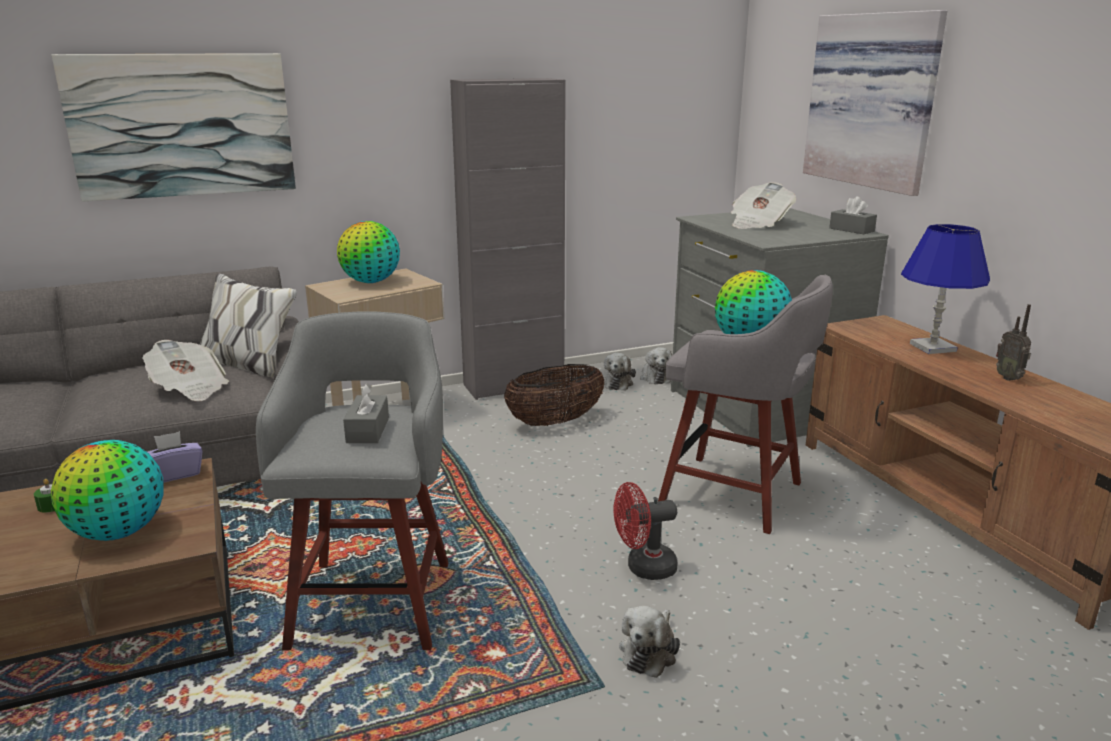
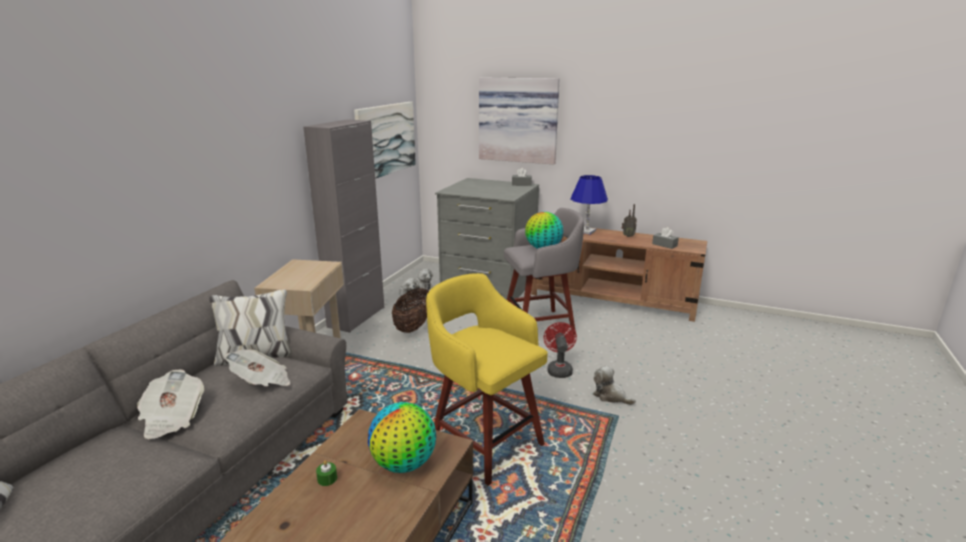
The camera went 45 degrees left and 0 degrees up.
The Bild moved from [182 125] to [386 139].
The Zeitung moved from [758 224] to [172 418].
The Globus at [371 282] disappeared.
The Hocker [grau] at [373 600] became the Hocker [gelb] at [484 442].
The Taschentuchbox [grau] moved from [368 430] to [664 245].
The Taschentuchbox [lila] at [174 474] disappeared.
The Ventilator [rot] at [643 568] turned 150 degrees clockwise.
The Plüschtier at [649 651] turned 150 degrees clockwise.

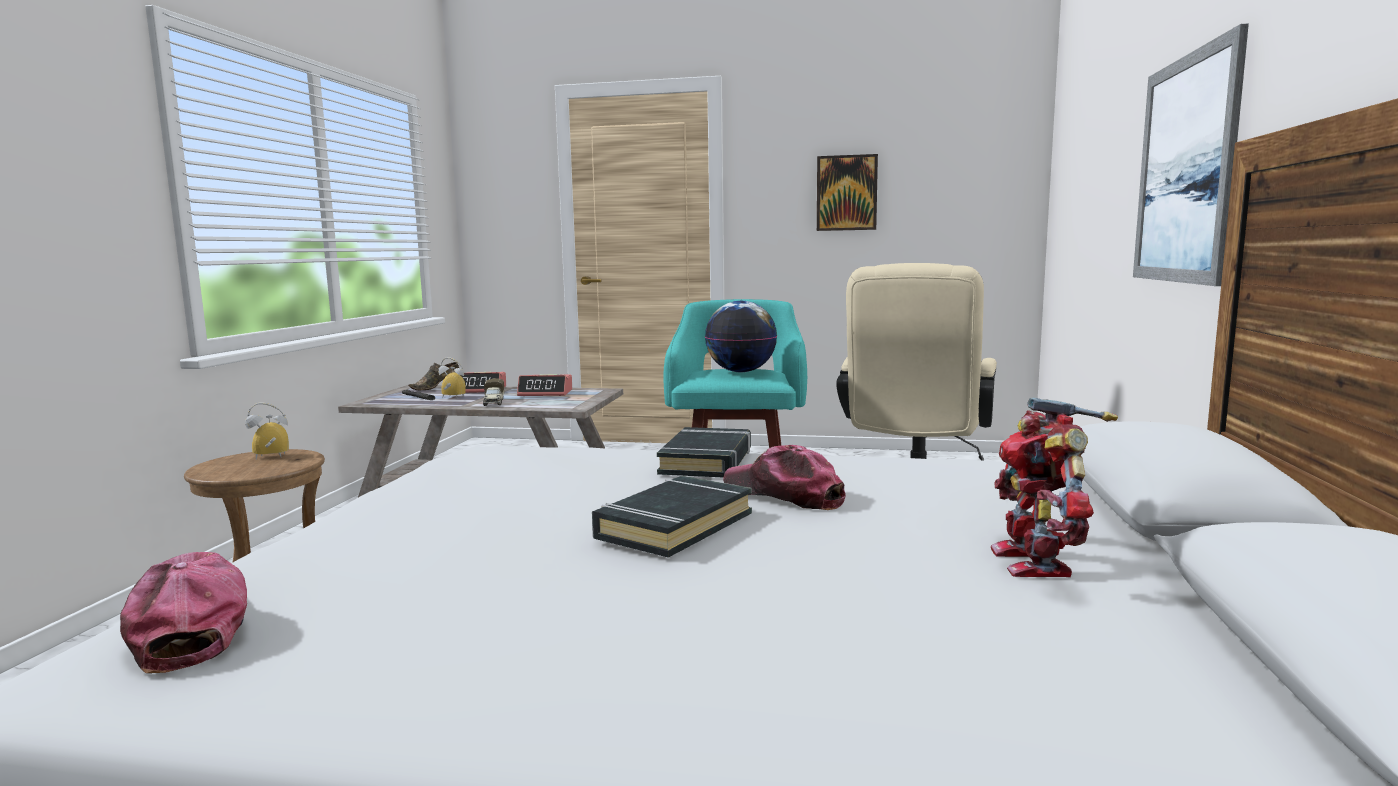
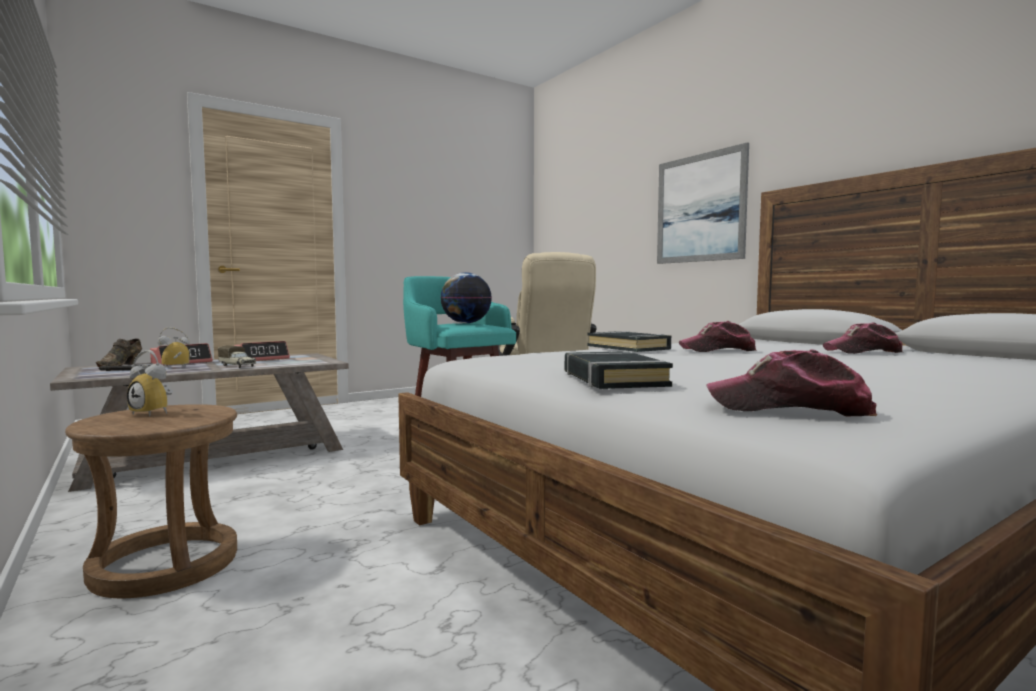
The camera went 45 degrees left and 5 degrees down.
The Bild at [846 193] disappeared.
The Spielzeugroboter at [1036 562] was replaced by the Kappe at [863 352].
The Wecker at [270 458] turned 90 degrees counterclockwise.
The Buch [schwarz] moved from [674 525] to [612 379].

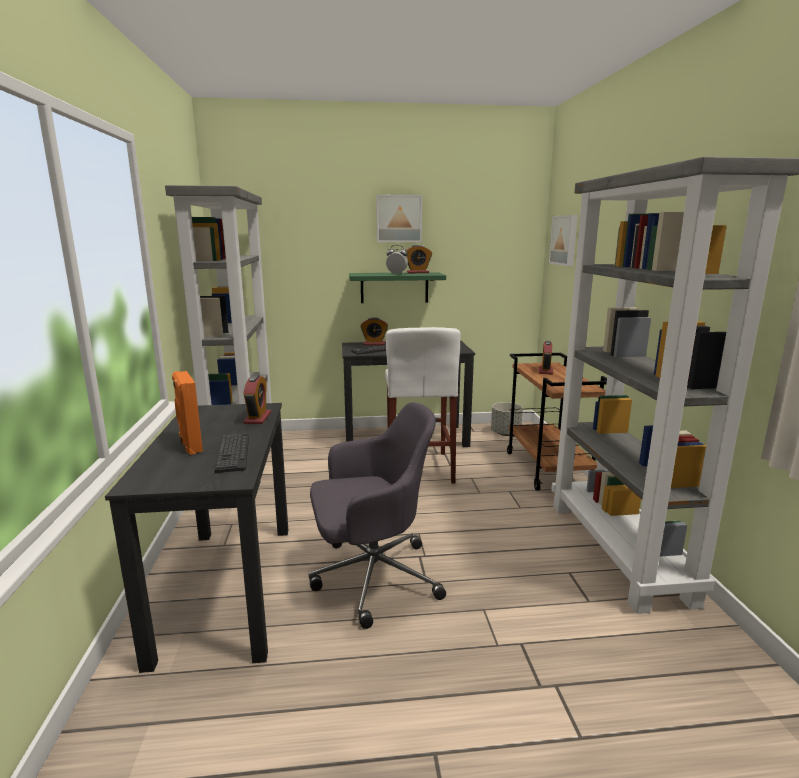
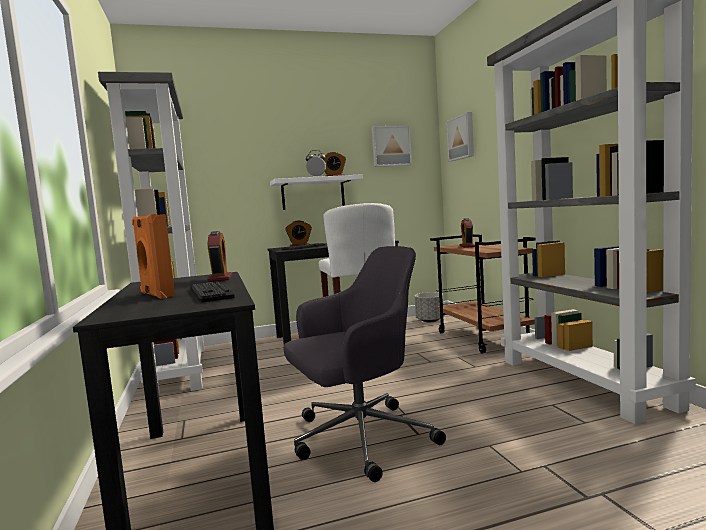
The camera went 10 degrees left and 10 degrees down.
The Bild moved from [398 219] to [391 146].
The Wandregal [grün] at [394 287] became the Wandregal [weiß] at [313 193].

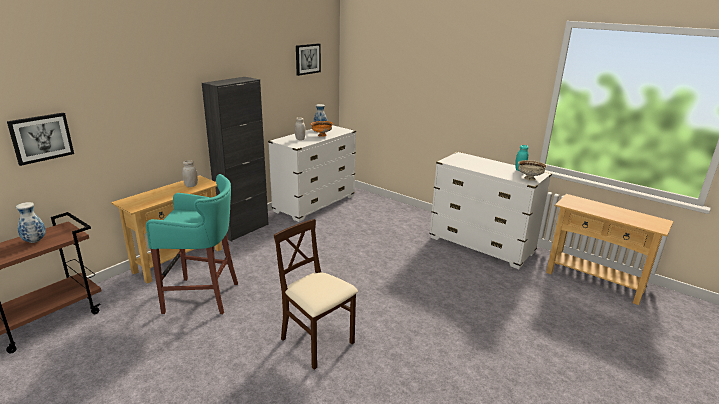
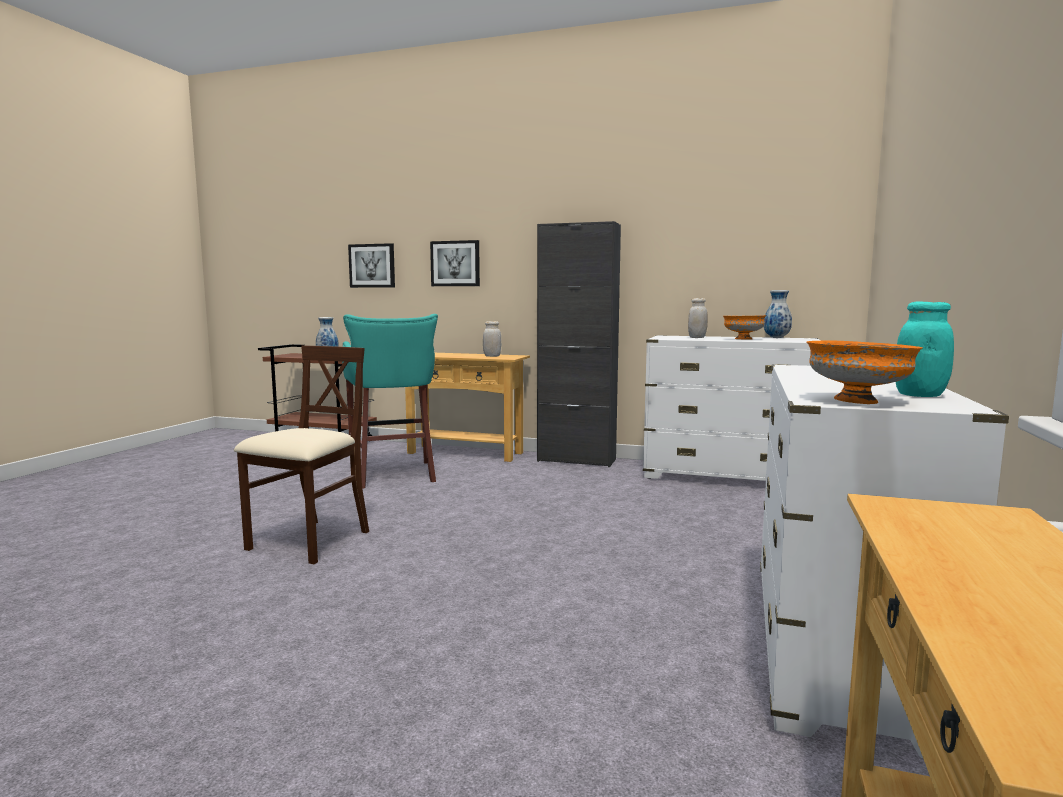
The camera went 70 degrees right and 15 degrees down.
The Bild moved from [307 59] to [455 263].
The Schüssel [beige] at [529 178] became the Schüssel [orange] at [857 401].

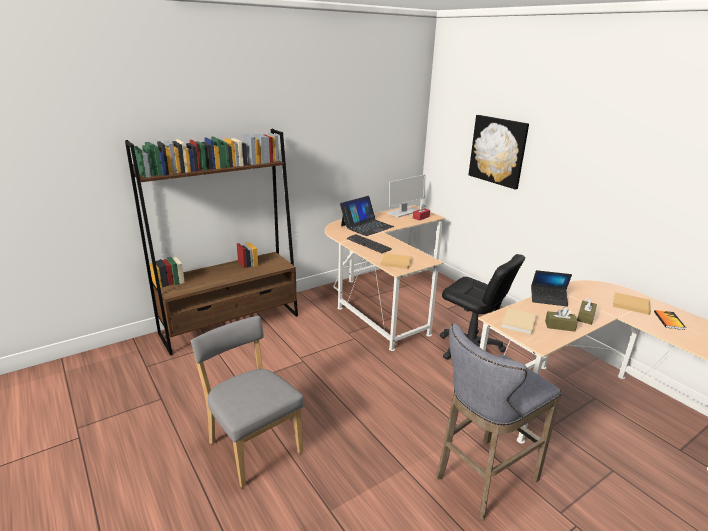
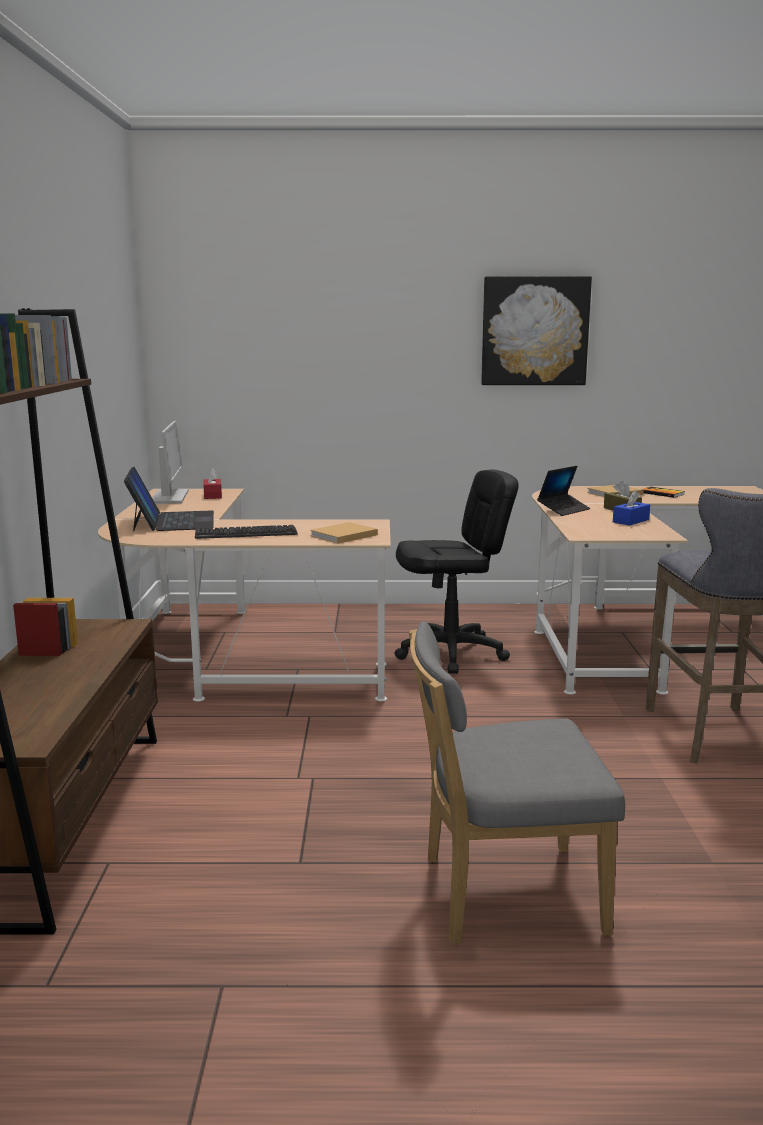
The camera went 55 degrees left and 10 degrees down.
The Bild moved from [498 151] to [534 331].
The Taschentuchbox [braun] at [559 326] became the Taschentuchbox [blau] at [630 521].
The Buch [beige] at [518 323] disappeared.

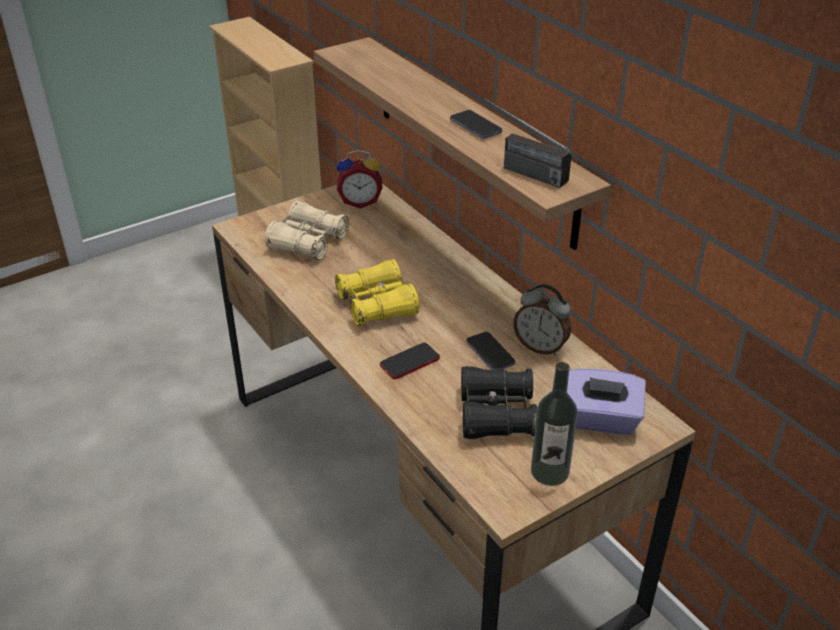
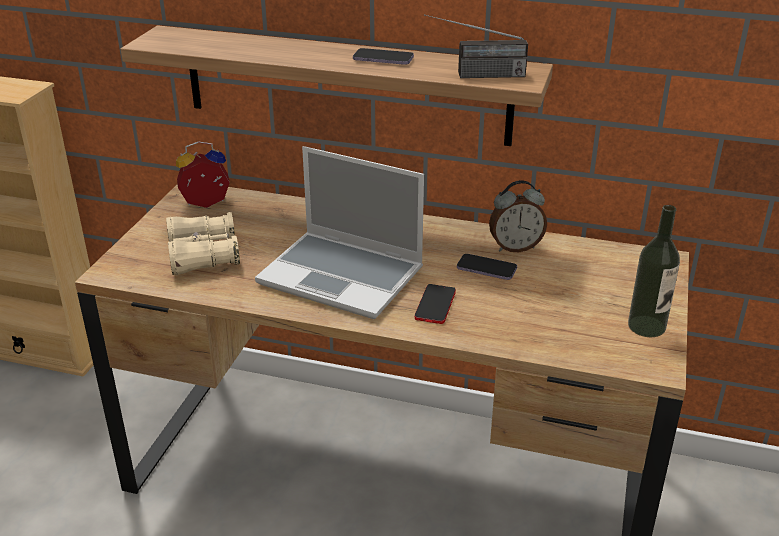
The camera went 40 degrees left and 5 degrees down.
The Wecker at [360 202] turned 150 degrees counterclockwise.
The Fernglas [gelb] at [377 305] was replaced by the Laptop at [343 276].
The Fernglas [schwarz] at [496 414] disappeared.
The Taschentuchbox [lila] at [600 420] disappeared.

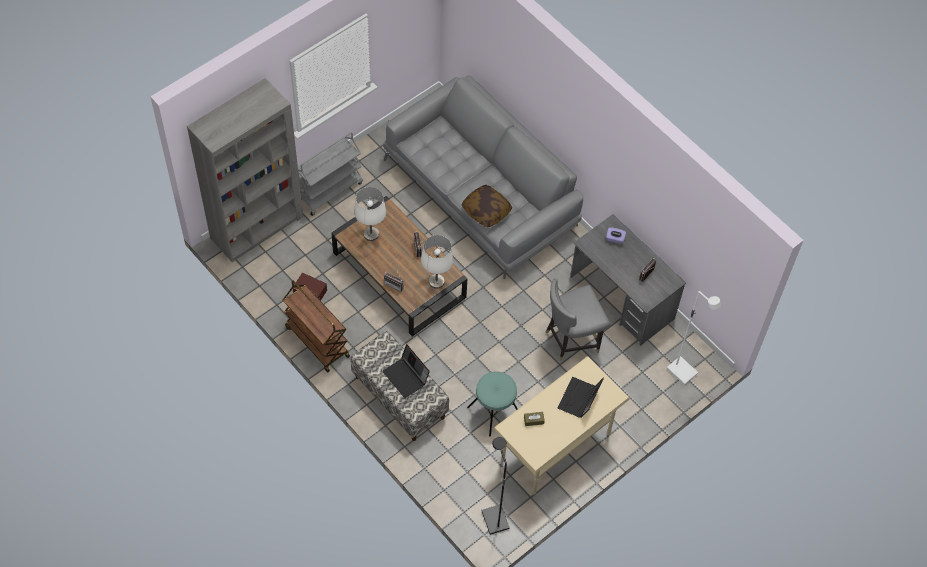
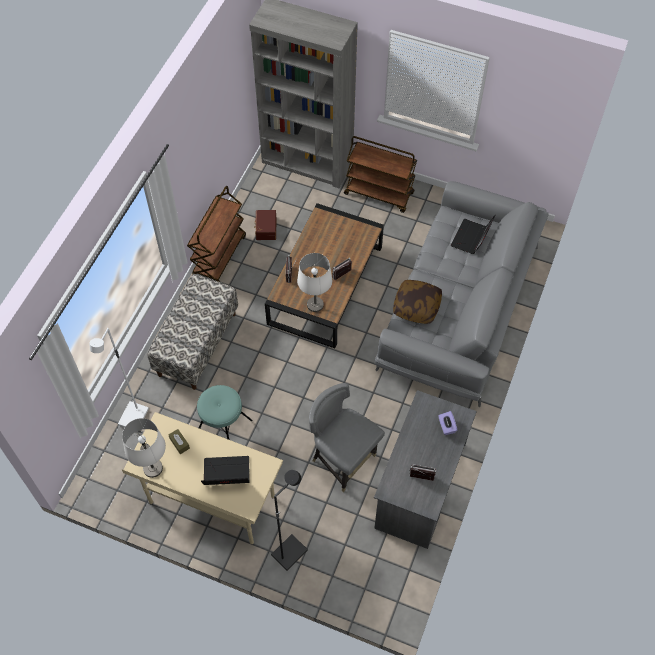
The camera went 65 degrees right and 0 degrees up.
The Rollwagen [grau] at [329 190] became the Rollwagen [braun] at [379 193].
The Tischlampe [weiß] moved from [371 234] to [152 468].
The Stehlampe [weiß] moved from [682 371] to [134 417].
The Laptop moved from [406 377] to [471 238].
The Stehlampe [schwarz] moved from [494 520] to [289 552].

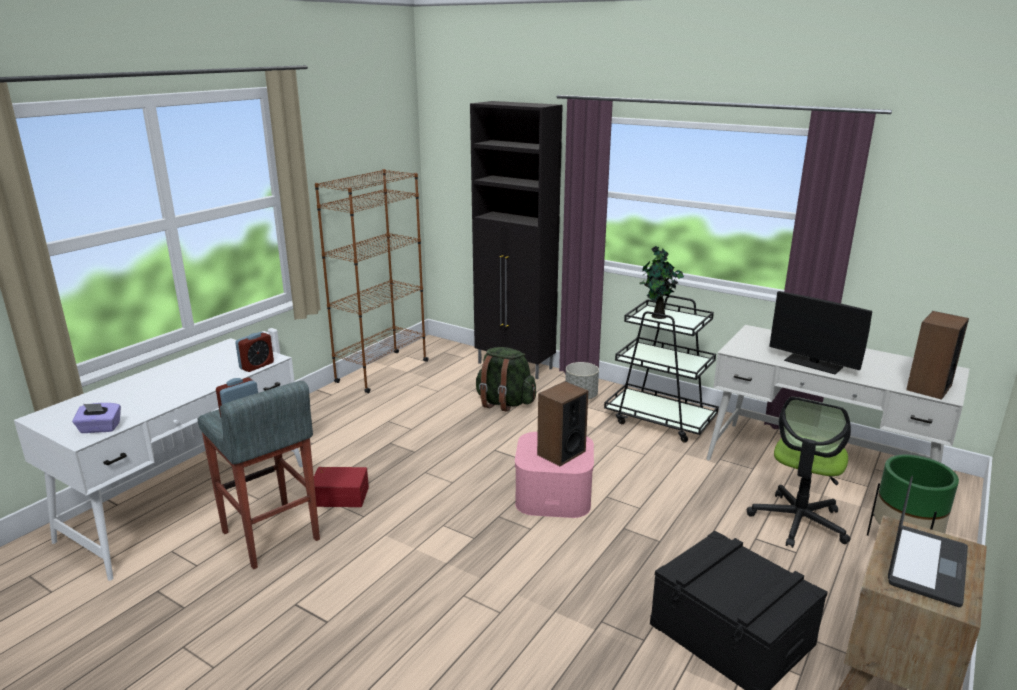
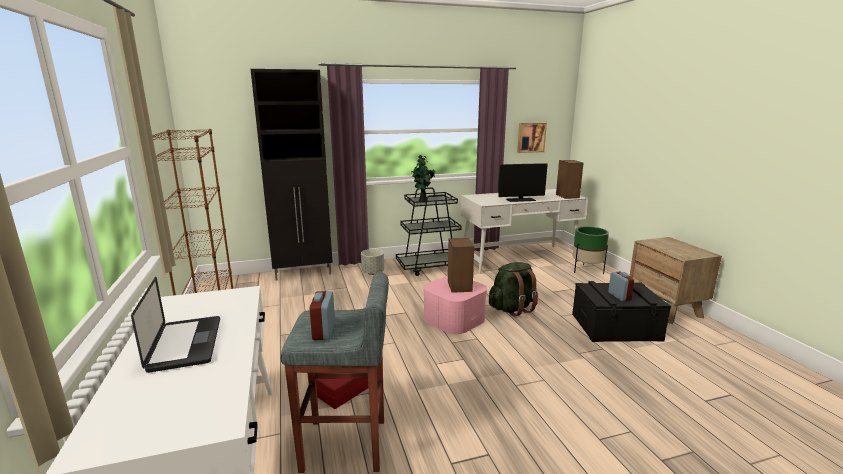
The camera went 50 degrees left and 5 degrees down.
The Wecker moved from [257 366] to [619 296].
The Rucksack [grün] moved from [504 403] to [512 309].
The Bürostuhl at [798 521] disappeared.
The Taschentuchbox [lila] at [100 428] disappeared.
The Laptop moved from [927 566] to [185 344].
The Bild at [531 137] appeared.

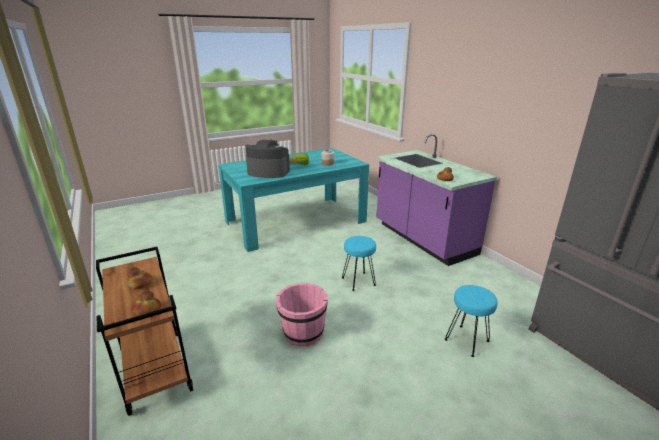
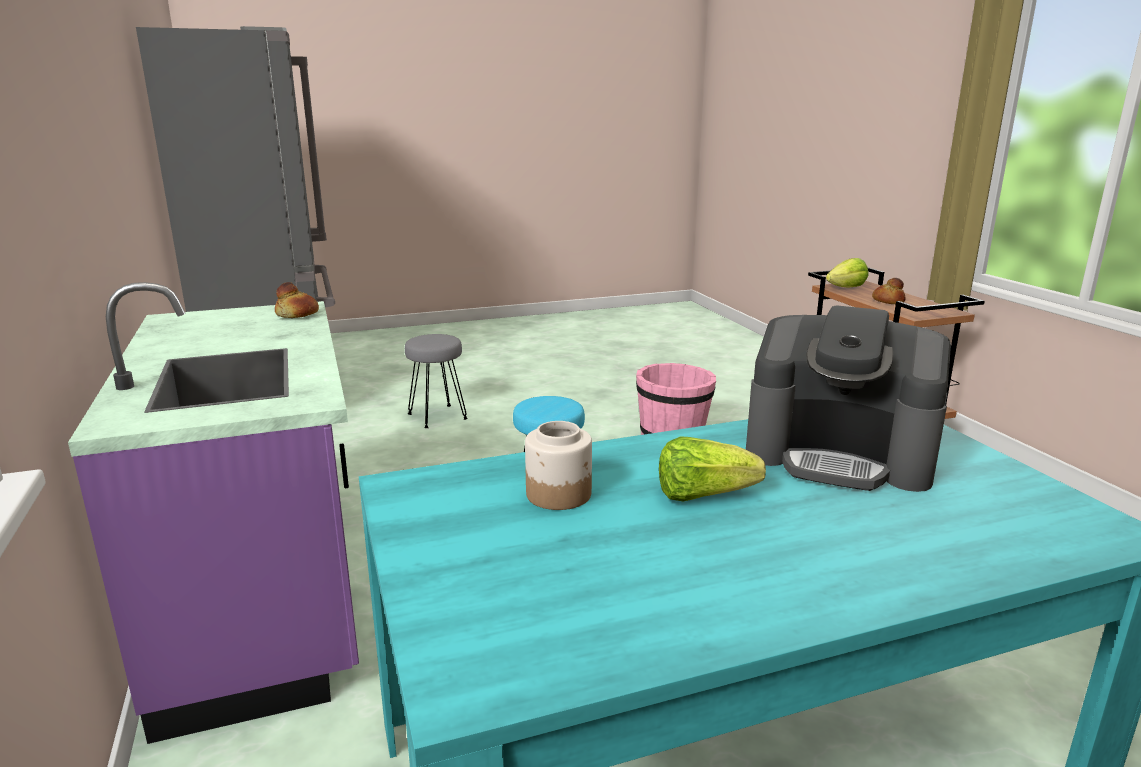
The camera went 170 degrees left and 5 degrees down.
The Hocker [türkis] at [467 341] became the Hocker [grau] at [437 416].
The Brot at [146 310] was replaced by the Salatkopf at [846 287].

